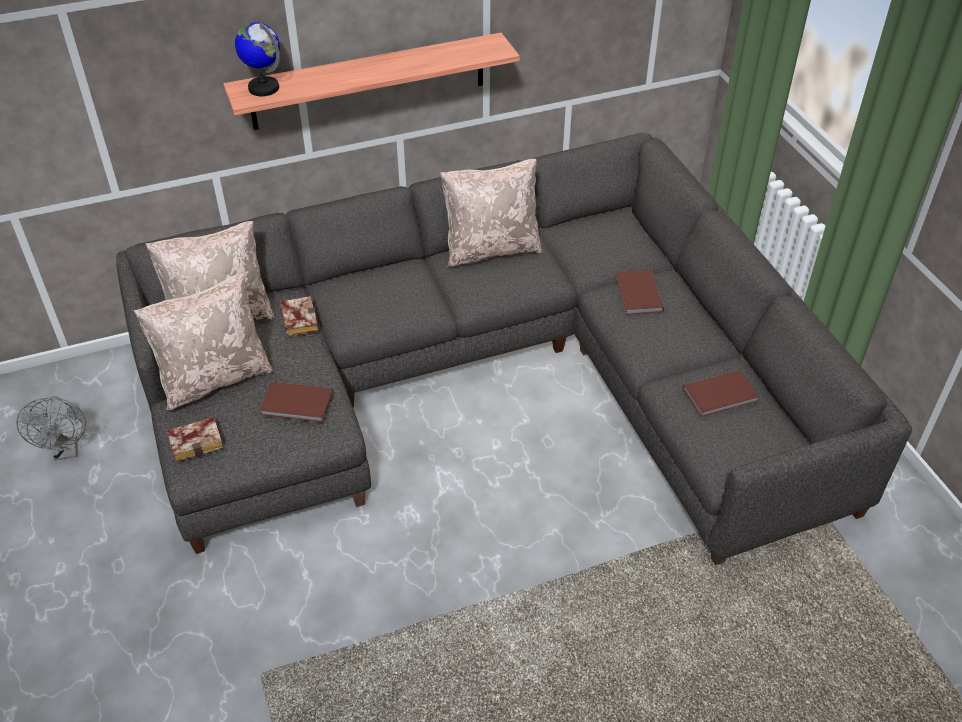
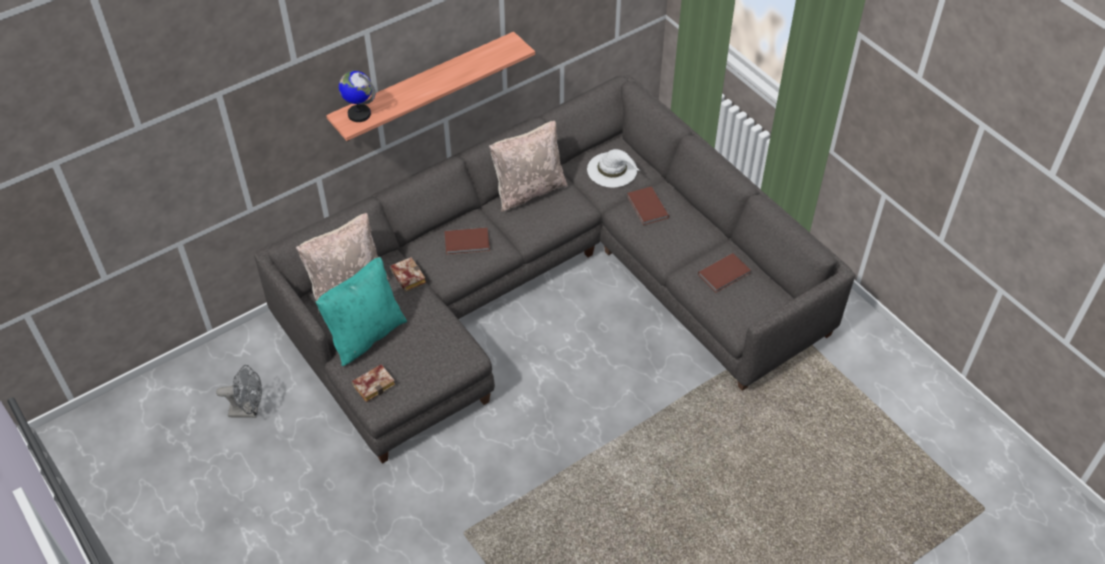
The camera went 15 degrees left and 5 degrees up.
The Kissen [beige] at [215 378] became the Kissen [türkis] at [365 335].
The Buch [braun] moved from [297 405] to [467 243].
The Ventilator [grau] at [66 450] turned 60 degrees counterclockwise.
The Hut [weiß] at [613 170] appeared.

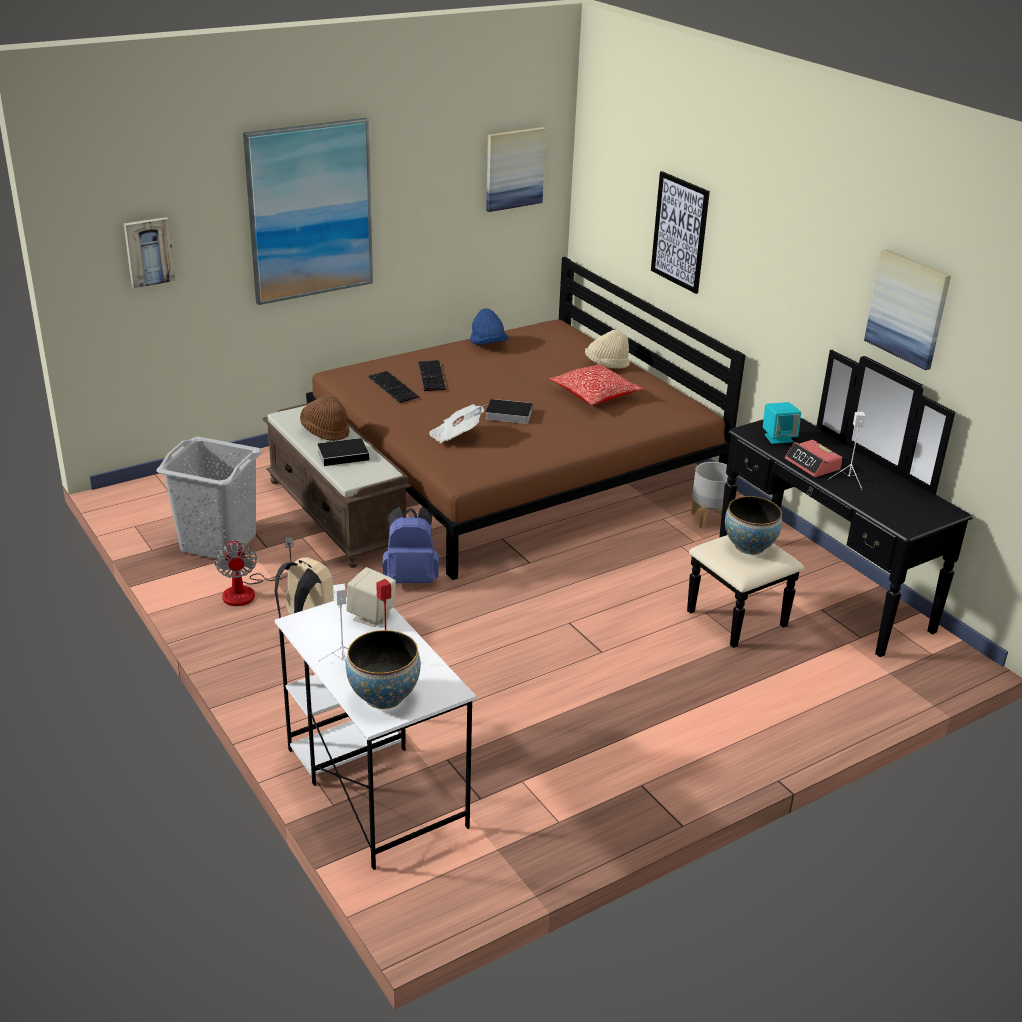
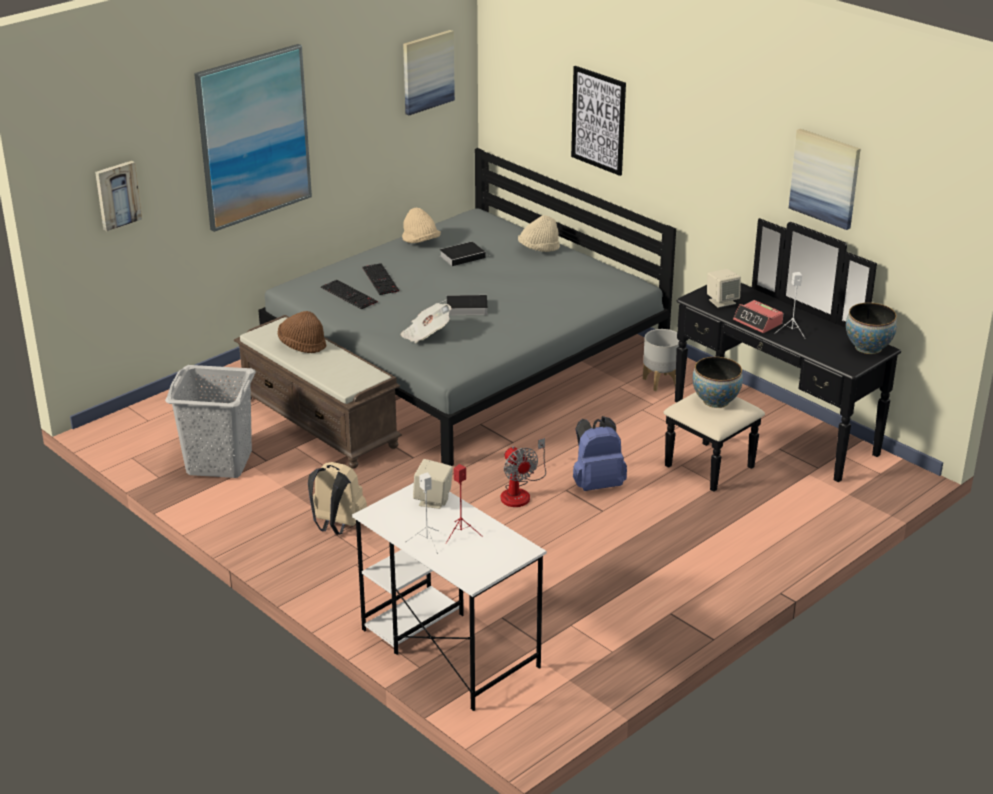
The camera went 10 degrees left and 0 degrees up.
The Bett [braun] at [514 465] became the Bett [grau] at [466 354].
The Hut [blau] at [488 345] became the Hut [beige] at [420 242].
The Kissen at [595 395] disappeared.
The Lautsprecher [türkis] at [778 438] became the Lautsprecher [beige] at [722 301].
The Buch moved from [344 455] to [463 256].
The Rucksack [blau] moved from [411 578] to [597 484].
The Ventilator moved from [248 591] to [520 492].
The Schüssel moved from [384 696] to [868 347].

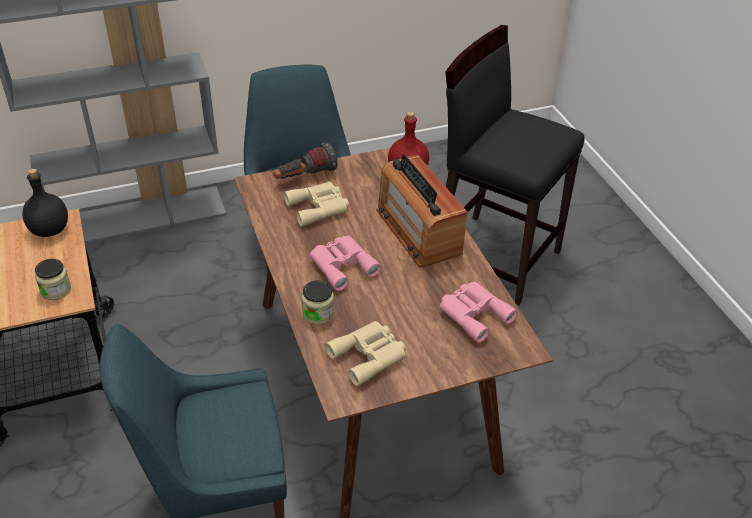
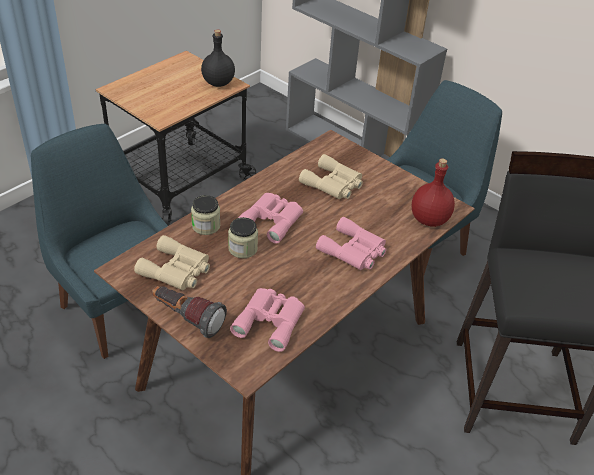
The camera went 60 degrees right and 0 degrees up.
The Taschenlampe moved from [304 177] to [187 318].
The Radio at [418 231] was replaced by the Fernglas [rosa] at [354 251].
The Vorratsglas moved from [56 290] to [243 249].

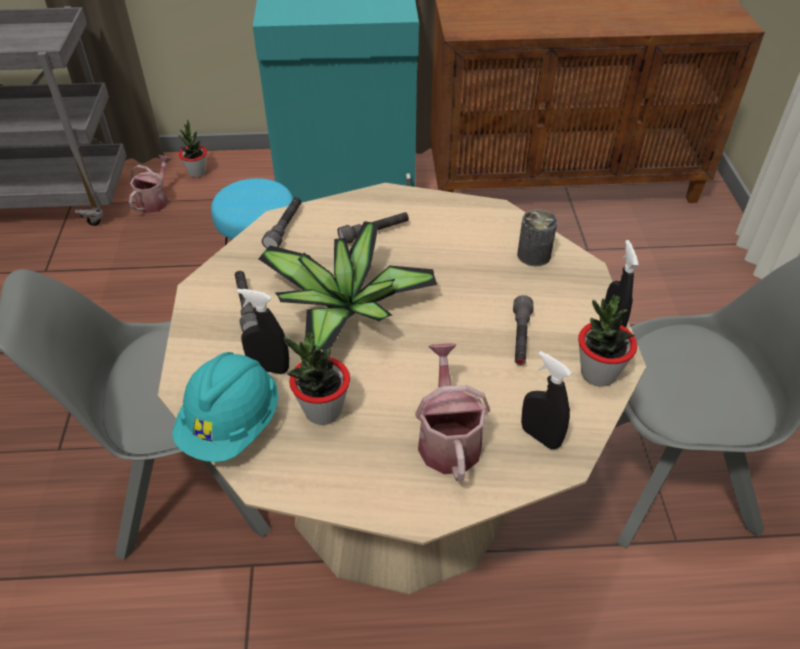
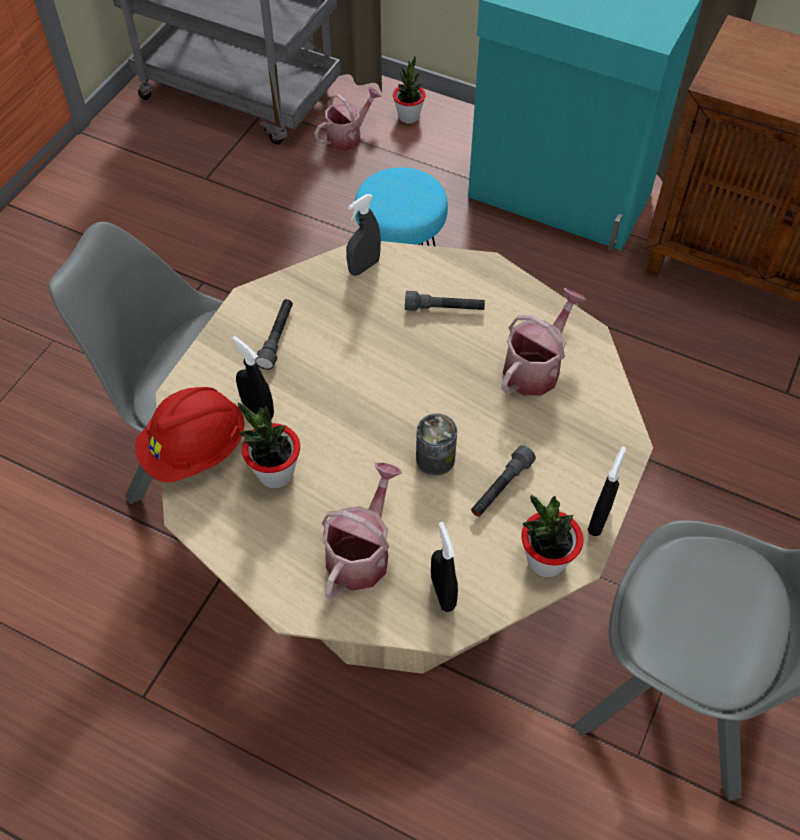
The camera went 30 degrees right and 10 degrees up.
The Taschenlampe [grau] at [285 228] was replaced by the Sprühflasche [grau] at [364 267].
The Dose moved from [534 255] to [435 458].
The Topfpflanze at [345 311] disappeared.
The Schutzhelm [türkis] at [231 425] became the Schutzhelm [rot] at [195 450].
The Gießkanne at [536 367] appeared.

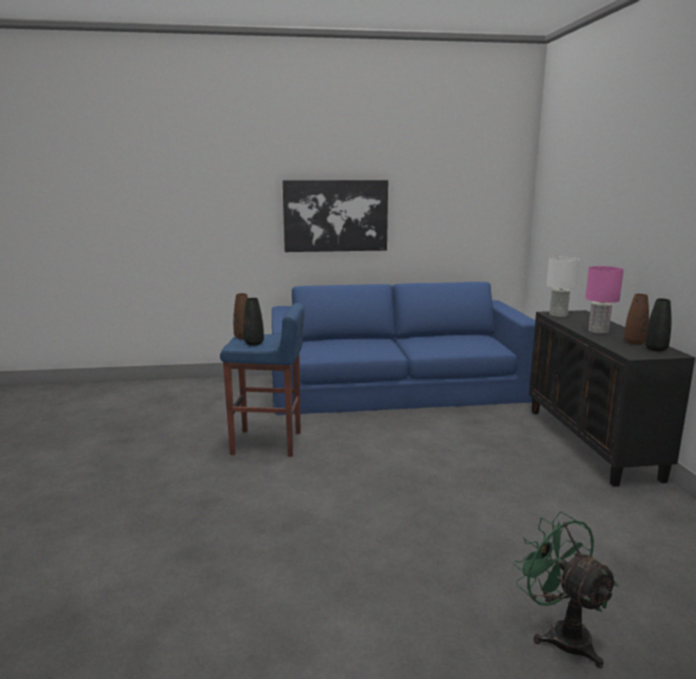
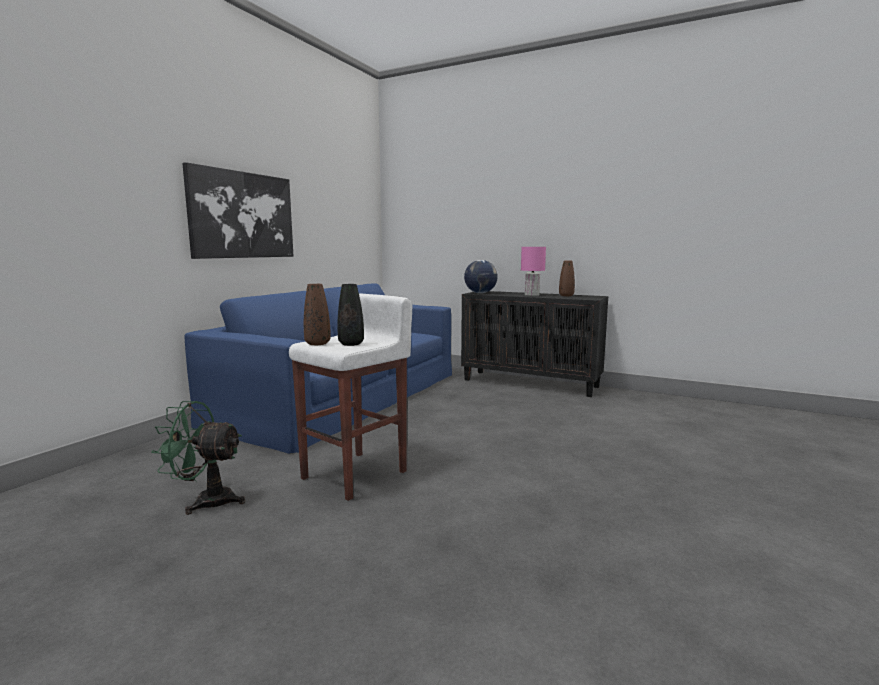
The camera went 55 degrees left and 5 degrees down.
The Tischlampe [weiß] at [558 315] was replaced by the Globus at [480 293].
The Vase [schwarz] at [655 349] disappeared.
The Hocker [blau] at [268 443] became the Hocker [weiß] at [356 474].
The Ventilator [grün] moved from [561 633] to [206 501].

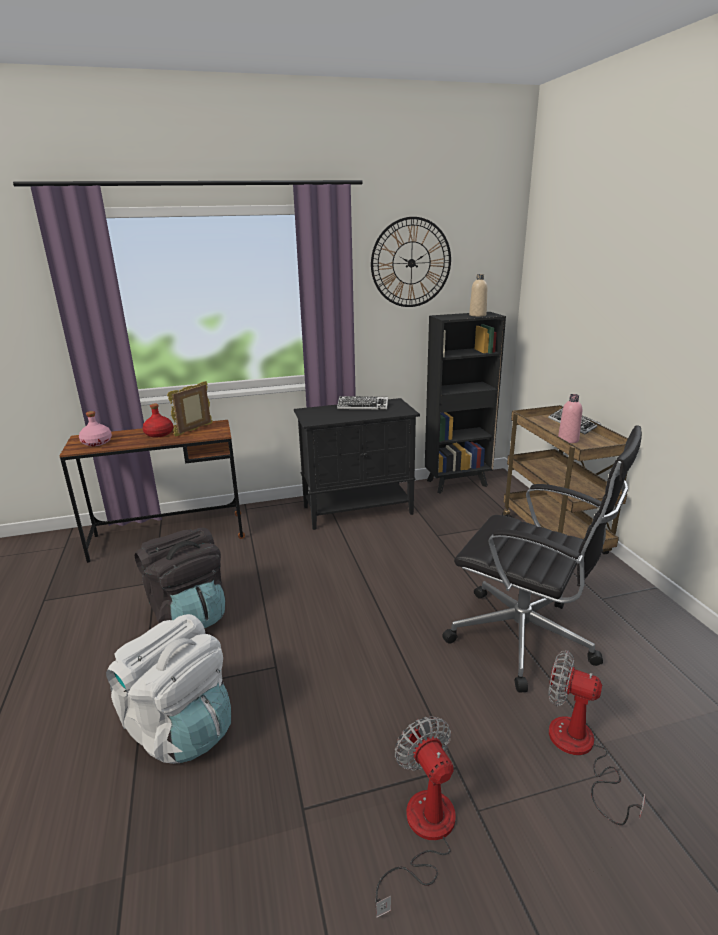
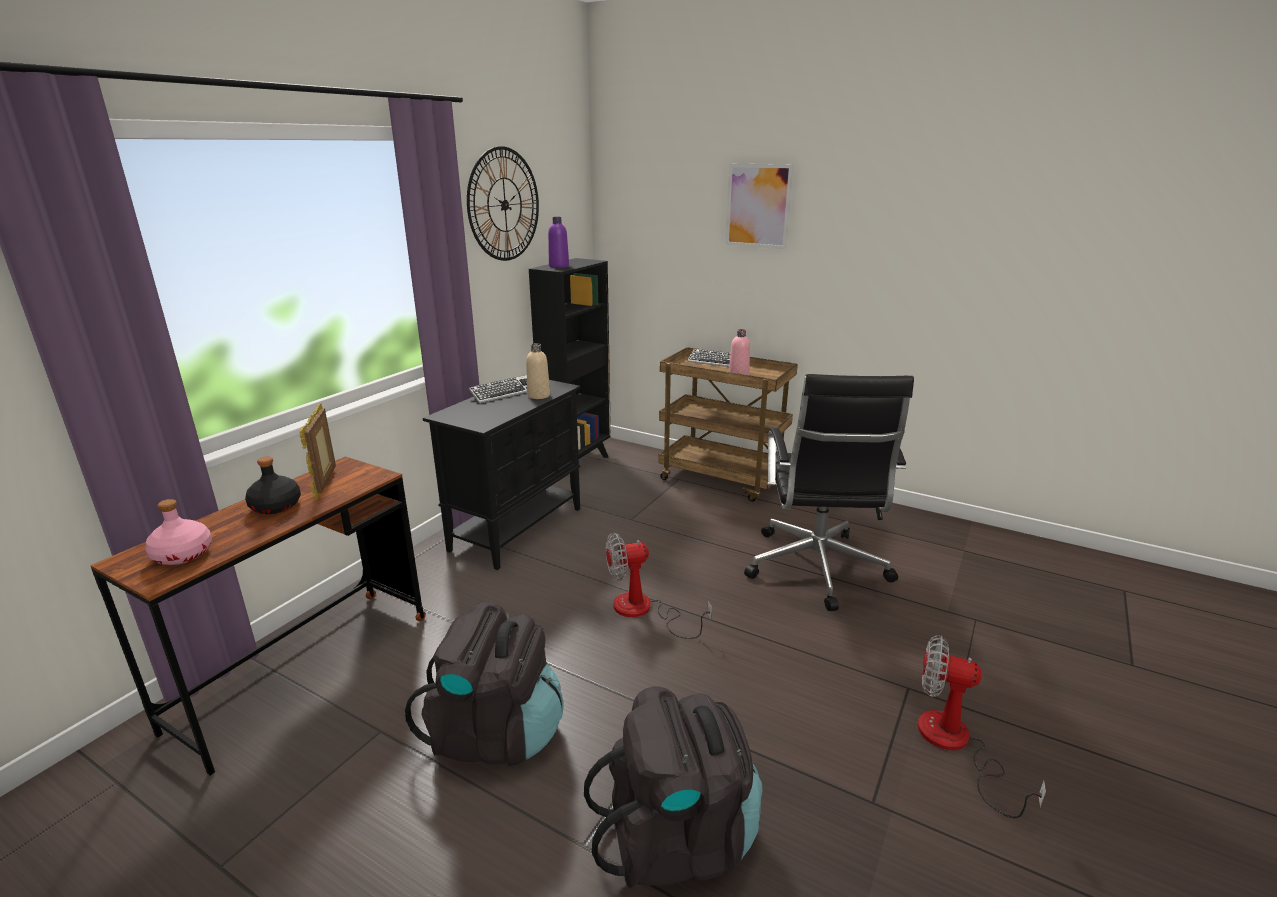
The camera went 45 degrees left and 0 degrees up.
The Flasche [beige] moved from [477 315] to [538 395].
The Flasche [rot] at [158 434] became the Flasche [schwarz] at [275 506].
The Bürostuhl [schwarz] at [525 639] turned 105 degrees clockwise.
The Rucksack [weiß] at [180 728] became the Rucksack [schwarz] at [678 838].
The Ventilator moved from [579 751] to [644 611].
The Bild at [758 206] appeared.
The Flasche [lila] at [559 266] appeared.

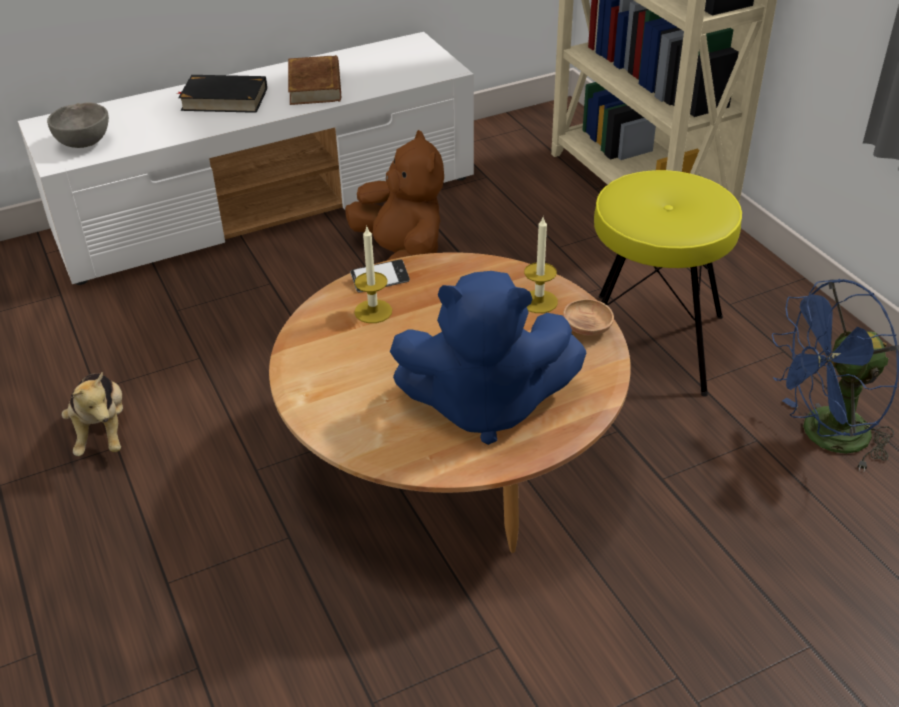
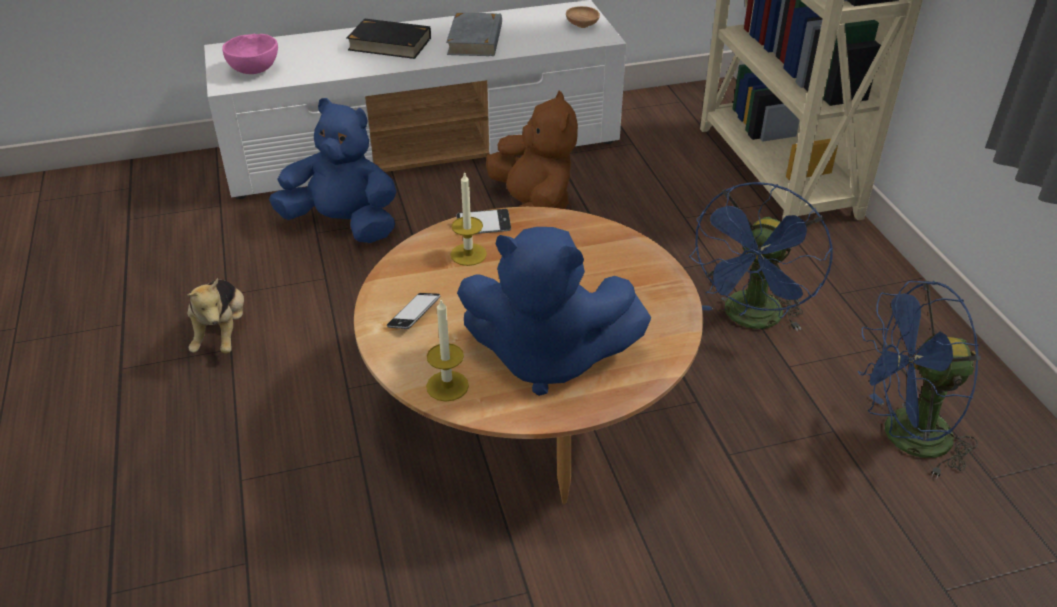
The camera went 10 degrees right and 0 degrees up.
The Buch [braun] at [315 85] became the Buch [grau] at [475 39].
The Schüssel [grau] at [85 143] became the Schüssel [rosa] at [255 70].
The Hocker [gelb] at [651 342] was replaced by the Ventilator [blau] at [751 320].
The Kerze moved from [539 301] to [447 386].
The Schüssel [braun] moved from [587 328] to [582 25].
The Plüschtier [blau] at [343 224] appeared.
The Handy at [414 315] appeared.

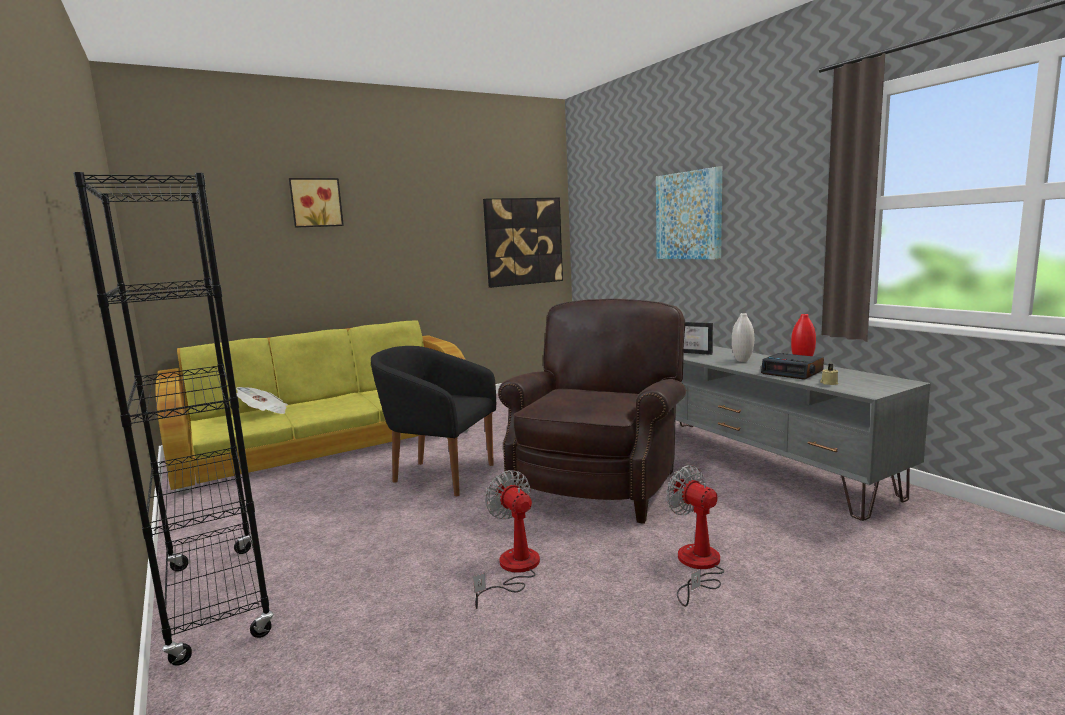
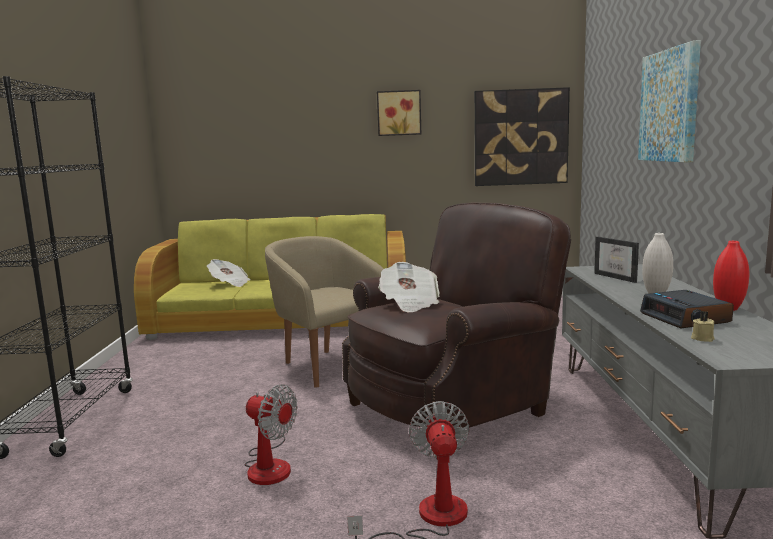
The camera went 30 degrees right and 0 degrees up.
The Bild moved from [316 202] to [399 113].
The Sessel [schwarz] at [439 475] became the Sessel [beige] at [326 365].
The Ventilator at [513 569] turned 120 degrees clockwise.
The Zeitung at [409 303] appeared.

